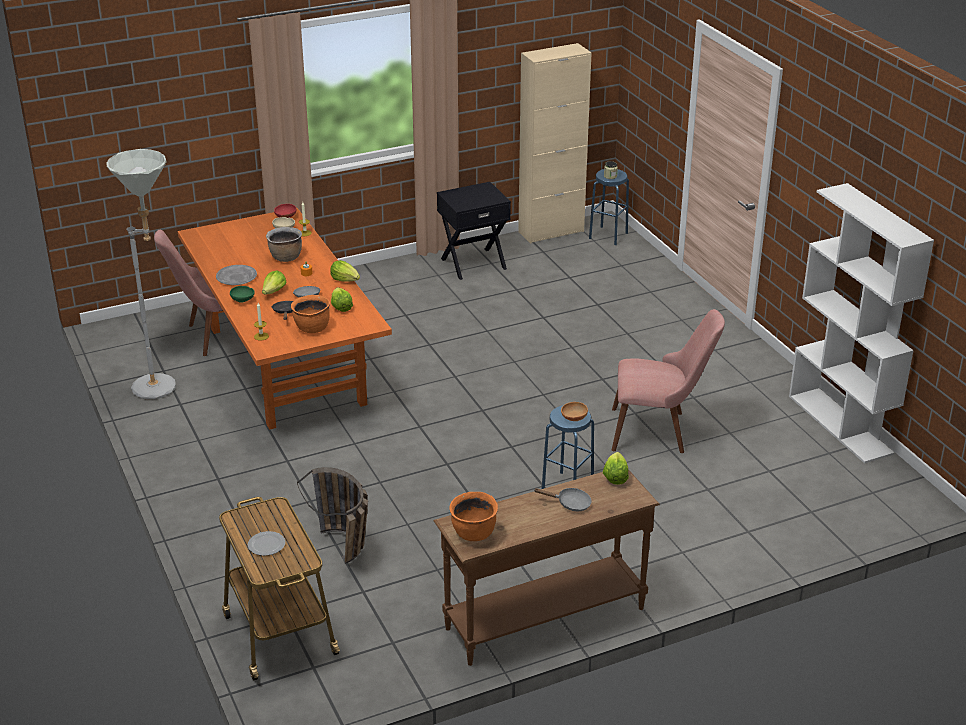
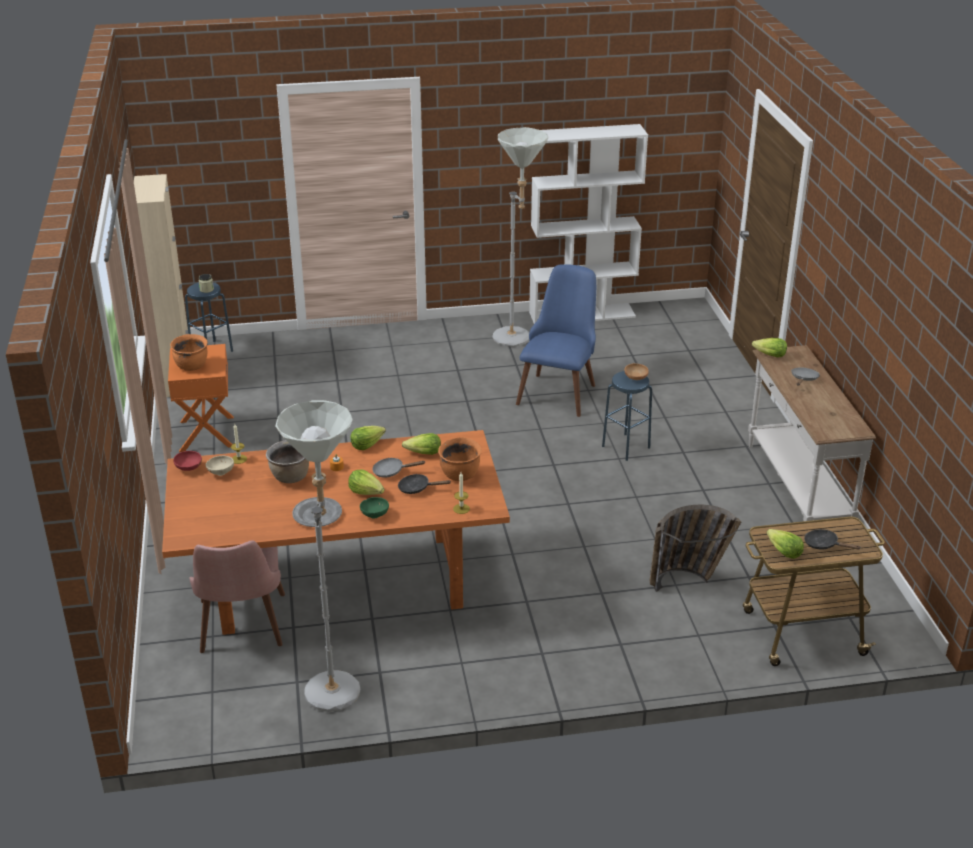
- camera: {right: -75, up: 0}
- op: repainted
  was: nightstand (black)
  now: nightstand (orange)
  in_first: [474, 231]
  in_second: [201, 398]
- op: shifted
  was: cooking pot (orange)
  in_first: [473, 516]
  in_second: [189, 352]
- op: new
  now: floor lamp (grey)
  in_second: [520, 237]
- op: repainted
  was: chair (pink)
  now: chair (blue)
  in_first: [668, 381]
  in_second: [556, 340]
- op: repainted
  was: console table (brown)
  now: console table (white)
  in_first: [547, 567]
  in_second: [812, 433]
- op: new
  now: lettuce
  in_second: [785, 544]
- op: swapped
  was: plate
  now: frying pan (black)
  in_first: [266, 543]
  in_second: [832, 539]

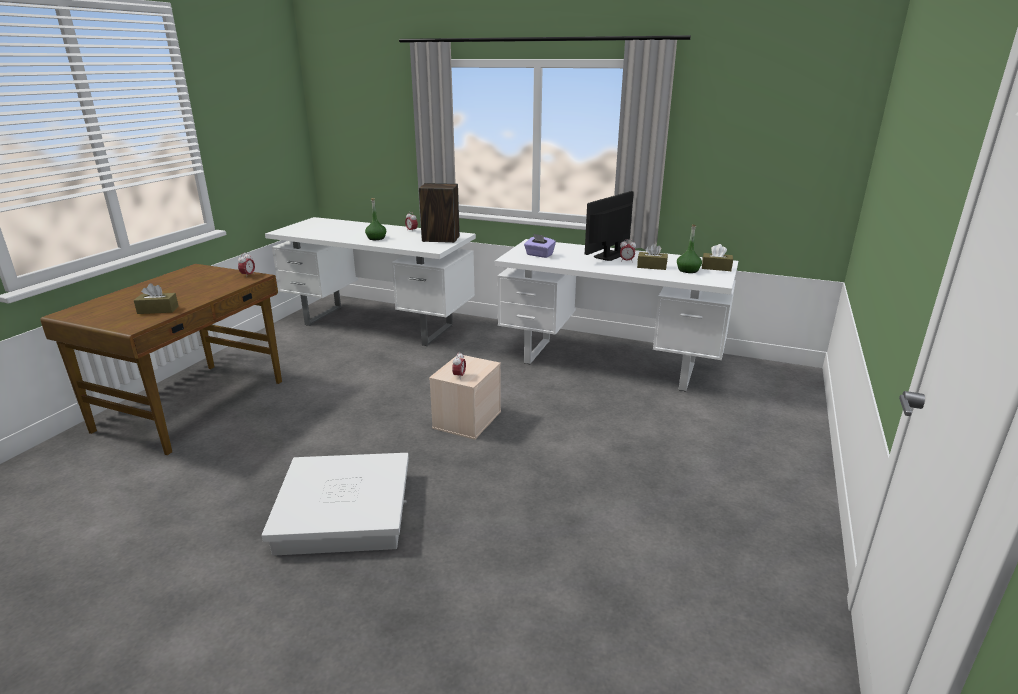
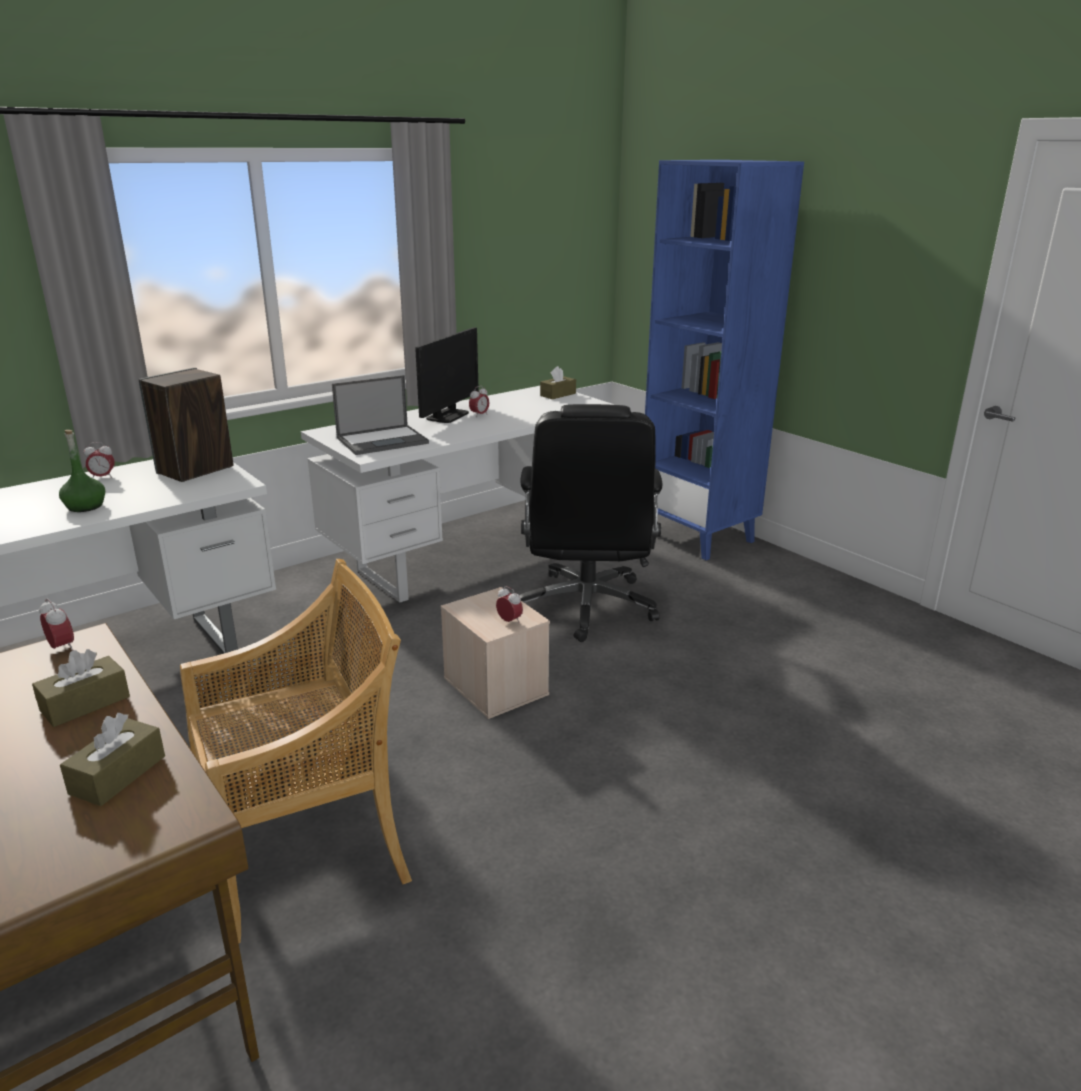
- camera: {right: -60, up: 0}
- op: shifted
  was: tissue box (brown)
  in_first: [652, 257]
  in_second: [81, 688]
- op: new
  now: chair (beige)
  in_second: [296, 751]
- op: swapped
  was: tissue box (purple)
  now: laptop
  in_first: [540, 246]
  in_second: [380, 415]
- op: rotated
  was: monitor
  in_first: [609, 226]
  in_second: [447, 375]
  clockwise: -135
- op: new
  now: office chair (black)
  in_second: [591, 523]
- op: new
  now: bookcase (blue)
  in_second: [724, 360]
- op: gone
  was: storage box (white)
  in_first: [335, 504]
- op: gone
  was: bottle (green)
  in_first: [689, 248]

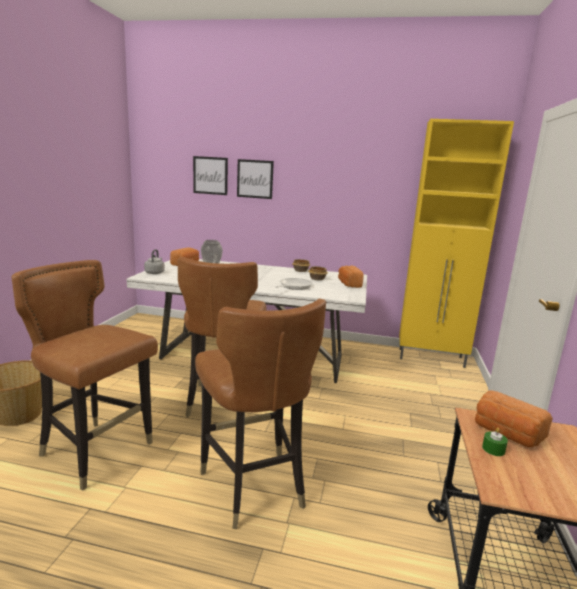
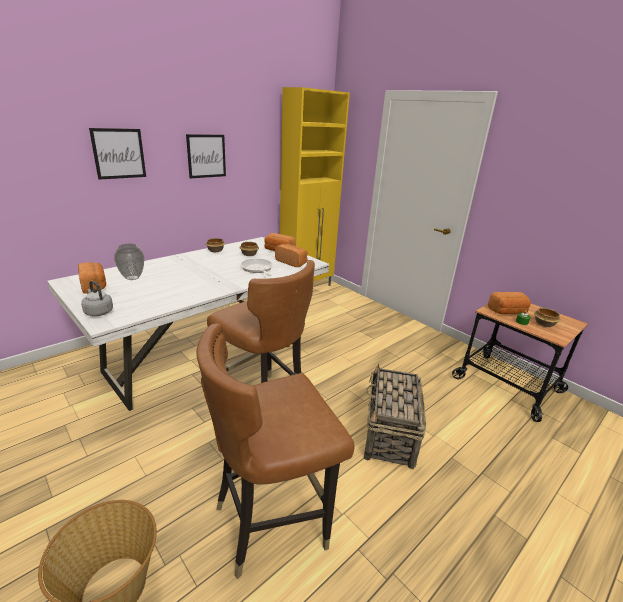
- camera: {right: -55, up: 10}
- op: shifted
  was: picture
  in_first: [210, 175]
  in_second: [206, 156]
- op: new
  now: bread
  in_second: [291, 255]
- op: swapped
  was: chair (brown)
  now: basket
  in_first: [260, 413]
  in_second: [395, 416]
- op: new
  now: bowl
  in_second: [547, 317]

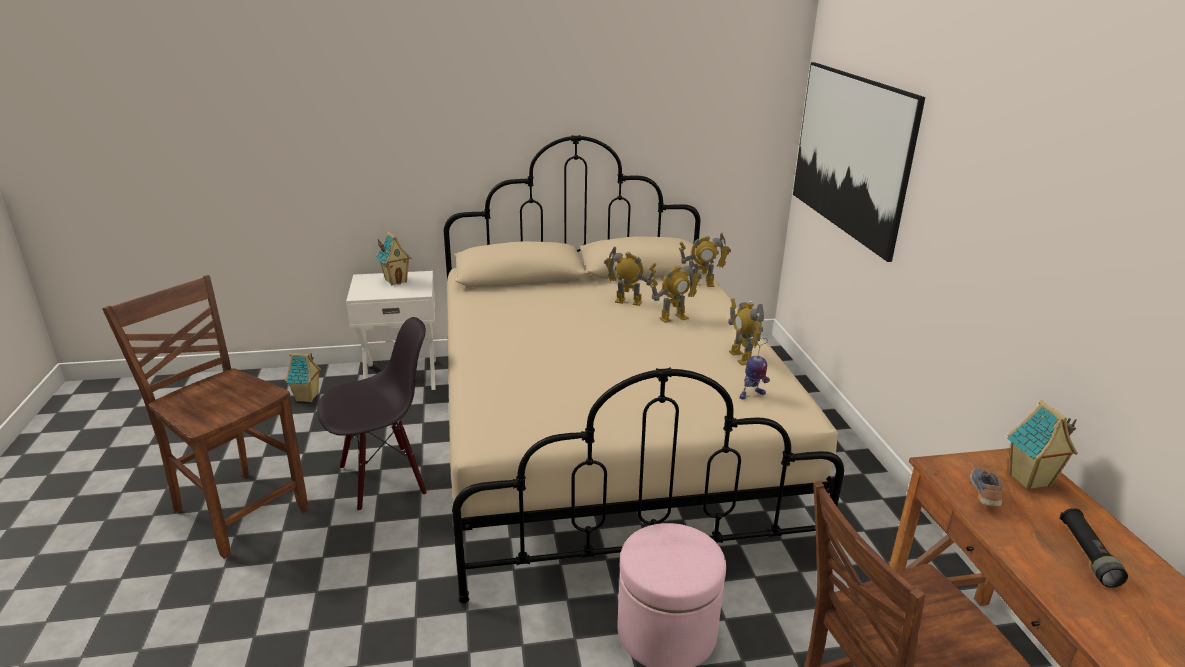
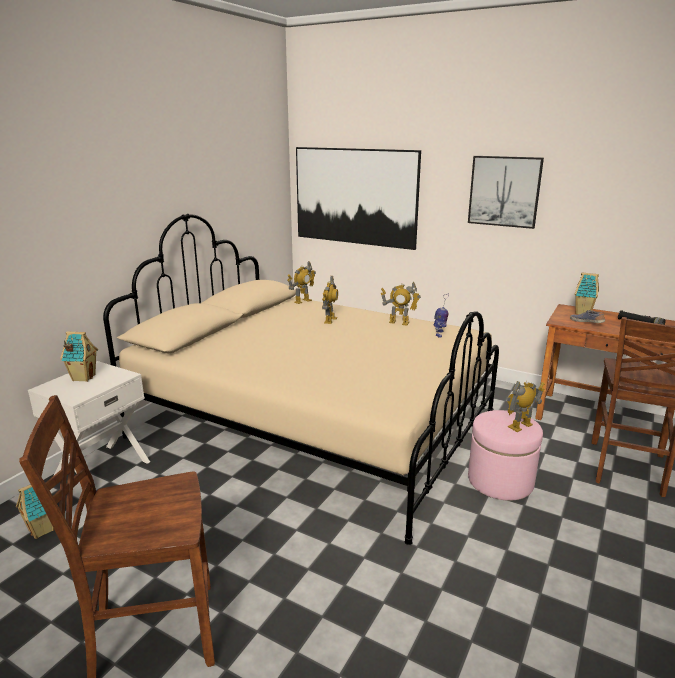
- camera: {right: -50, up: -5}
- op: new
  now: picture
  in_second: [506, 192]
- op: shifted
  was: toy robot
  in_first: [630, 276]
  in_second: [525, 406]
- op: gone
  was: chair (black)
  in_first: [372, 414]

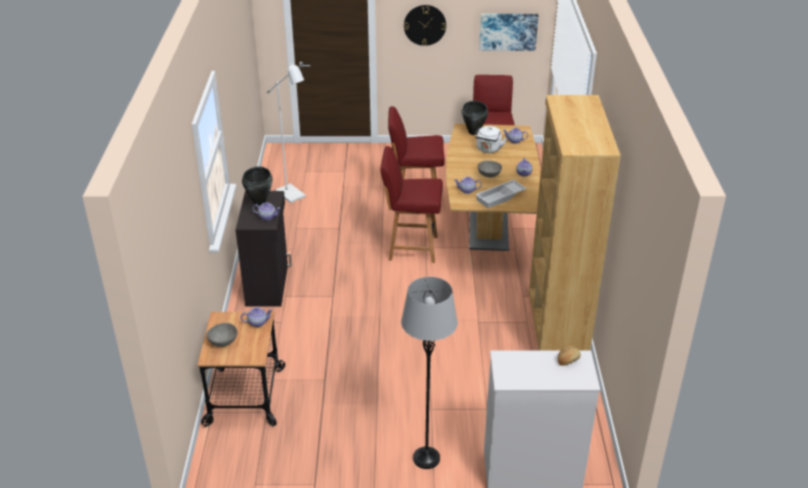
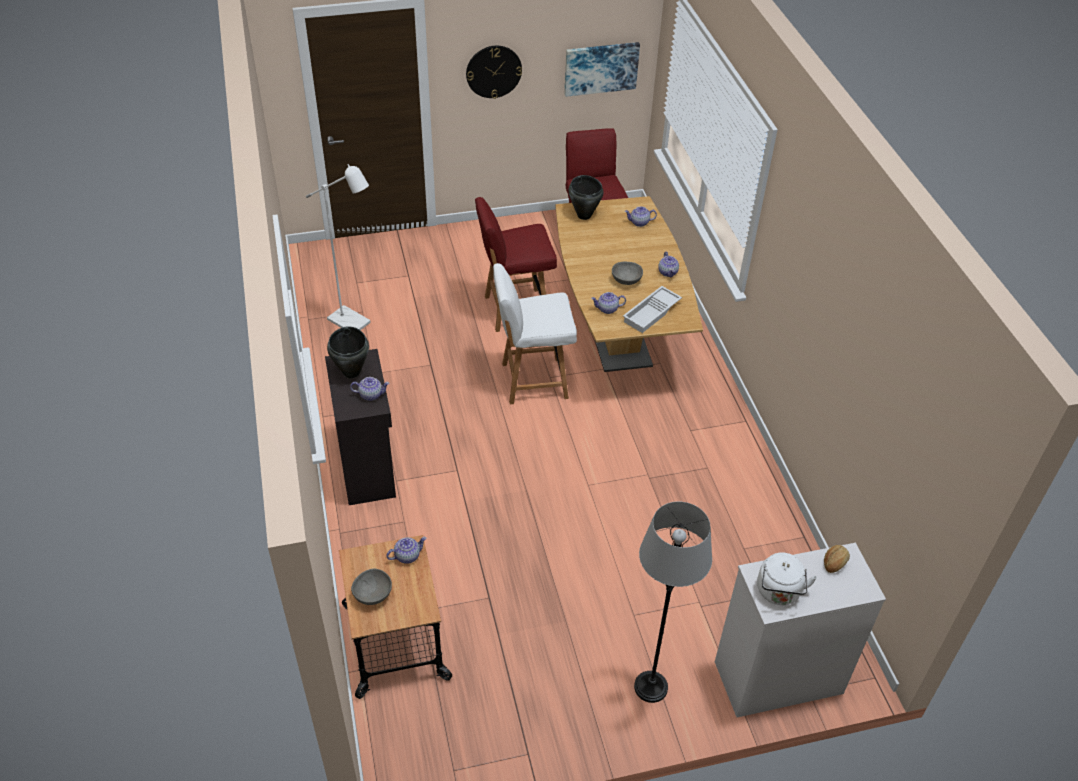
- camera: {right: -15, up: 10}
- op: repainted
  was: chair (red)
  now: chair (white)
  in_first: [411, 204]
  in_second: [535, 333]
- op: shifted
  was: kettle (white)
  in_first: [490, 139]
  in_second: [787, 578]
- op: gone
  was: bookcase (brown)
  in_first: [575, 222]

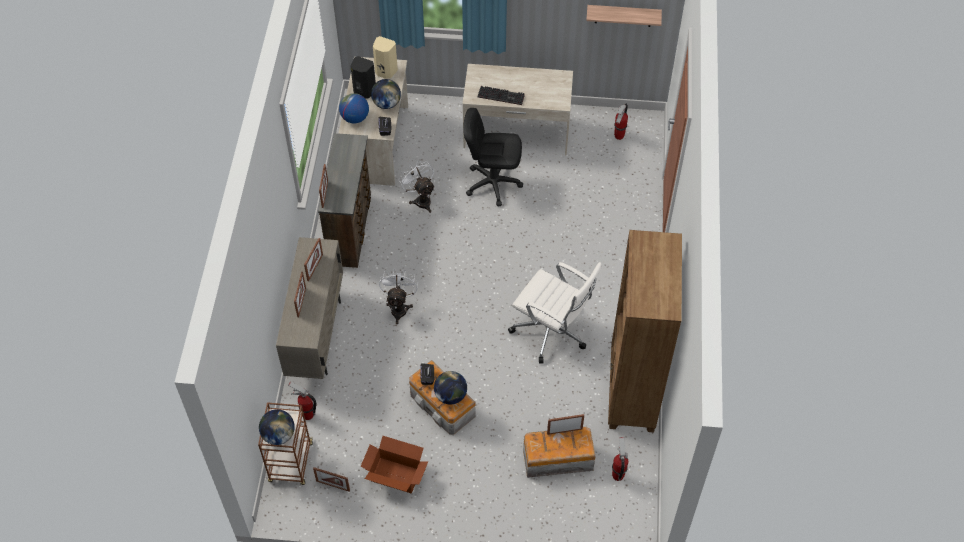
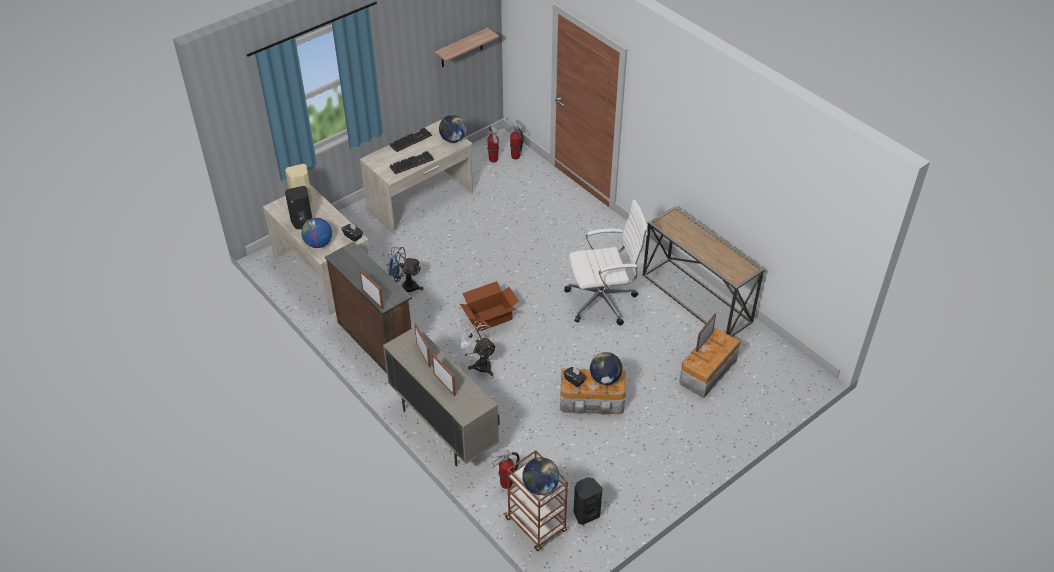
- camera: {right: -45, up: -10}
- op: repainted
  was: fan (white)
  now: fan (blue)
  in_first: [417, 186]
  in_second: [404, 269]
- op: new
  now: keyboard
  in_second: [411, 140]
- op: shifted
  was: globe
  in_first: [386, 94]
  in_second: [453, 129]
- op: shifted
  was: cardboard box
  in_first: [394, 464]
  in_second: [489, 306]
- op: shifted
  was: fire extinguisher
  in_first: [620, 459]
  in_second: [515, 138]
- op: swapped
  was: picture frame
  now: speaker (black)
  in_first: [331, 479]
  in_second: [588, 501]
- op: swapped
  was: bookcase (brown)
  now: console table
  in_first: [645, 331]
  in_second: [704, 271]
- op: gone
  was: office chair (black)
  in_first: [493, 157]

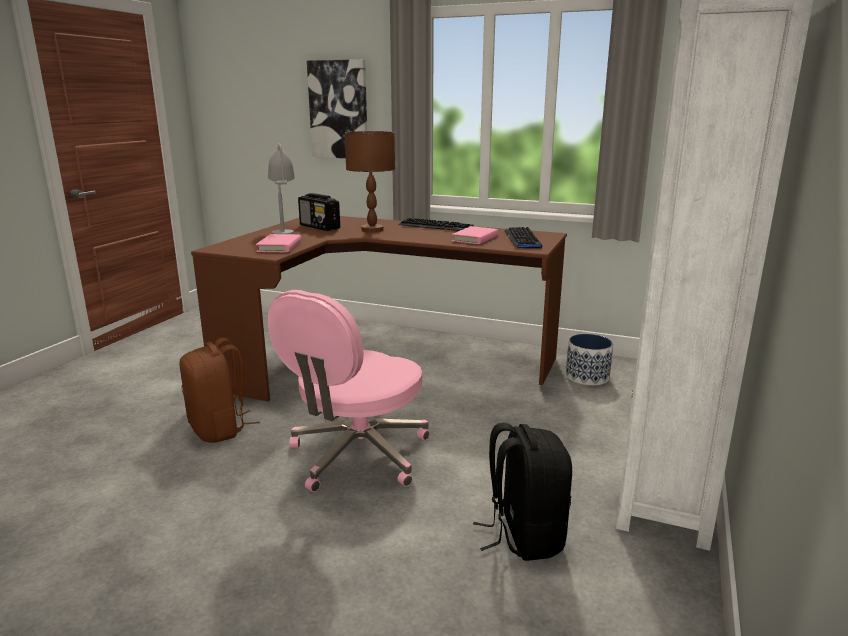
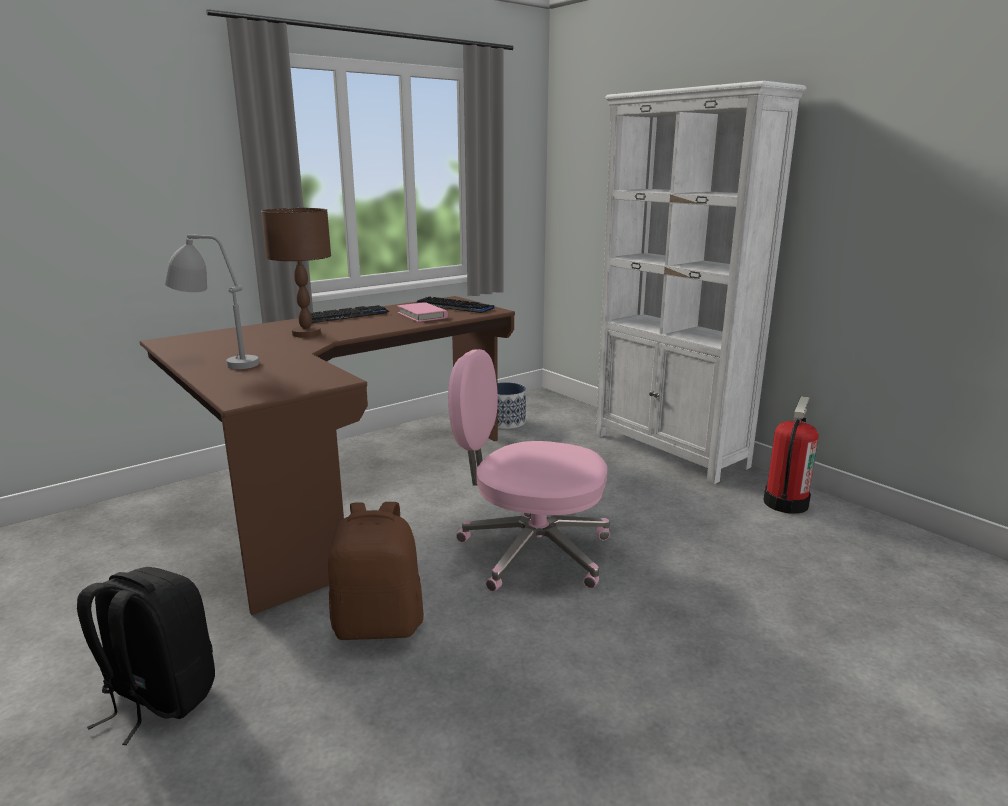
- camera: {right: -60, up: 0}
- op: shifted
  was: backpack (black)
  in_first: [522, 492]
  in_second: [146, 656]
- op: rotated
  was: office chair (pink)
  in_first: [349, 391]
  in_second: [529, 470]
  clockwise: 135
- op: new
  now: fire extinguisher
  in_second: [790, 455]
- op: gone
  was: book (pink)
  in_first: [279, 243]
- op: gone
  was: radio
  in_first: [319, 212]
- op: gone
  was: picture
  in_first: [337, 108]

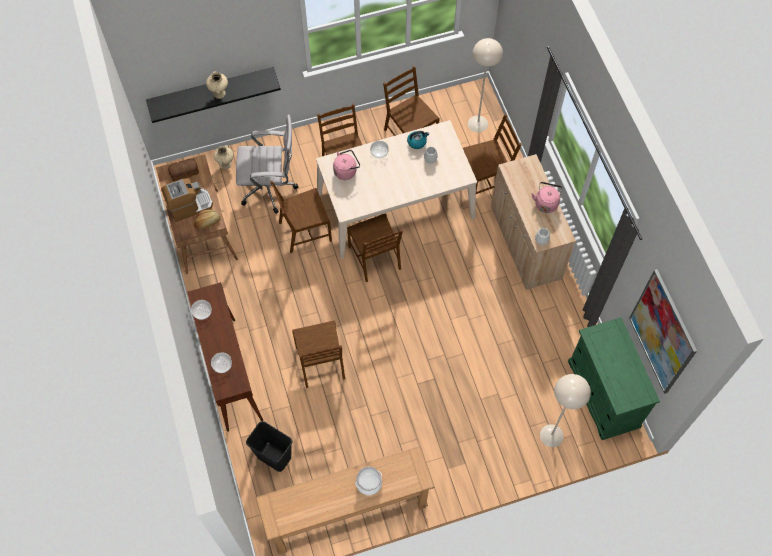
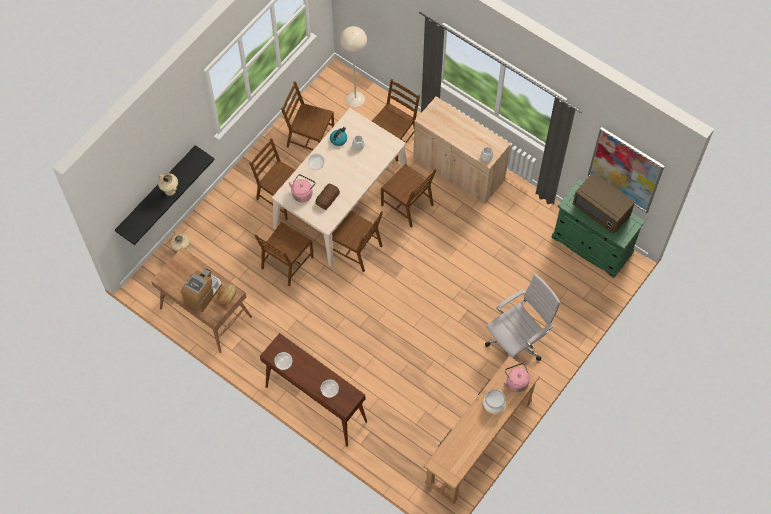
- camera: {right: -35, up: 0}
- op: shifted
  was: bread
  in_first: [183, 170]
  in_second: [327, 197]
- op: shifted
  was: chair (brown)
  in_first: [318, 354]
  in_second: [408, 196]
- op: shifted
  was: office chair (white)
  in_first: [267, 163]
  in_second: [522, 317]
- op: shifted
  was: kettle (pink)
  in_first: [546, 197]
  in_second: [517, 377]
- op: new
  now: microwave (brown)
  in_second: [604, 203]
- op: gone
  was: trash can (black)
  in_first: [269, 446]
- op: gone
  was: floor lamp (beige)
  in_first: [565, 410]

